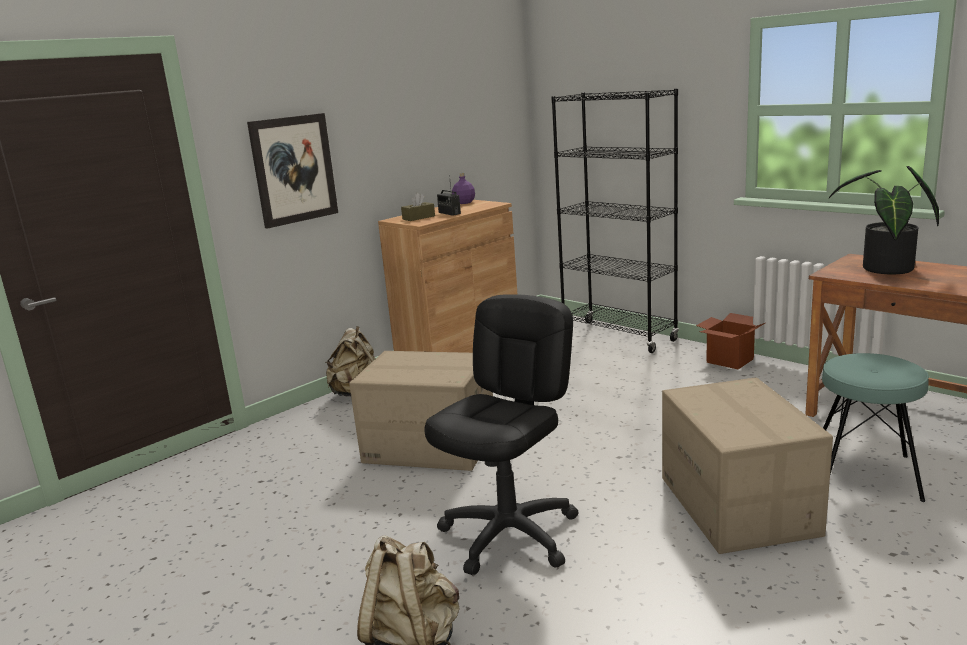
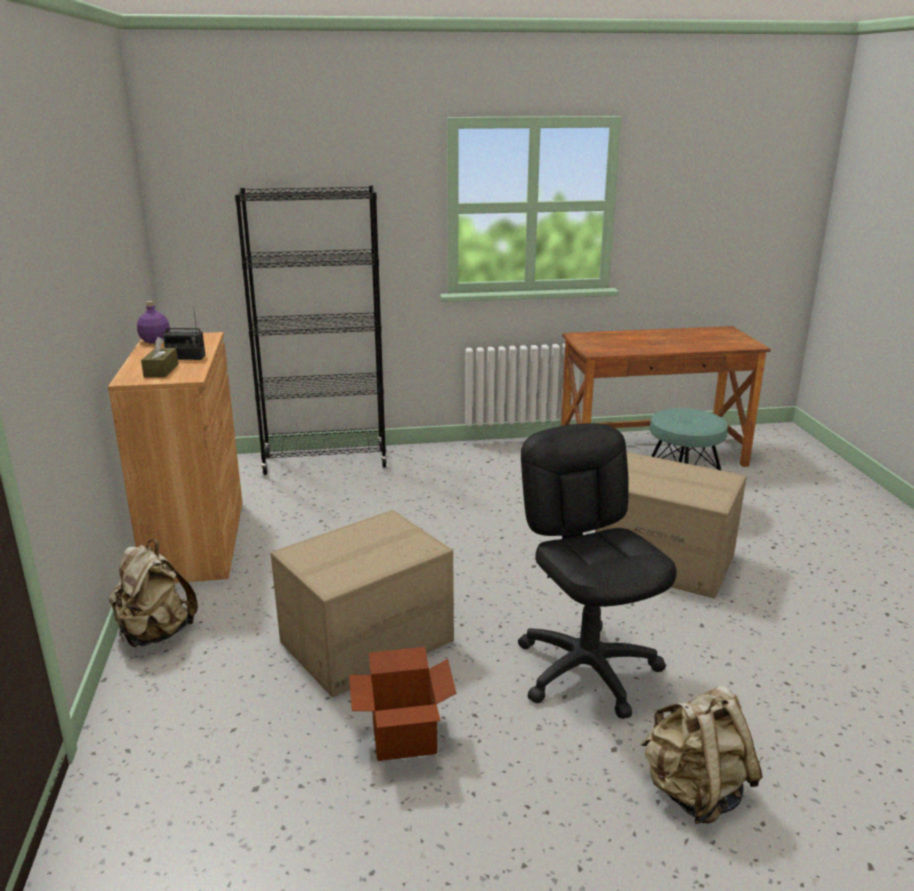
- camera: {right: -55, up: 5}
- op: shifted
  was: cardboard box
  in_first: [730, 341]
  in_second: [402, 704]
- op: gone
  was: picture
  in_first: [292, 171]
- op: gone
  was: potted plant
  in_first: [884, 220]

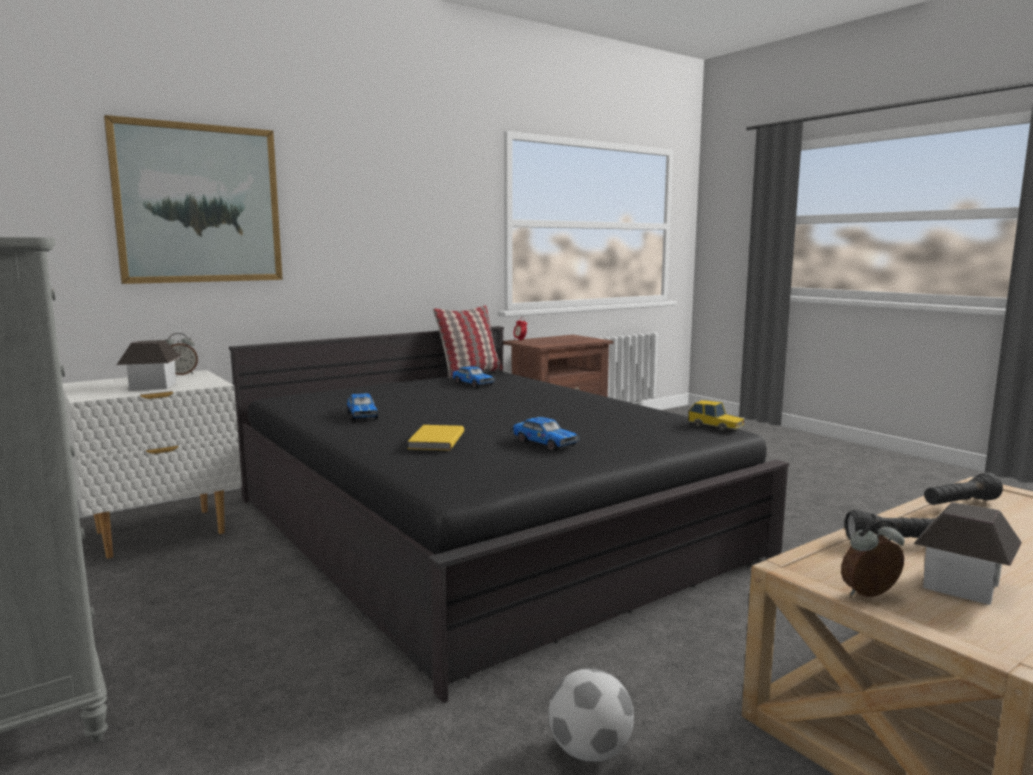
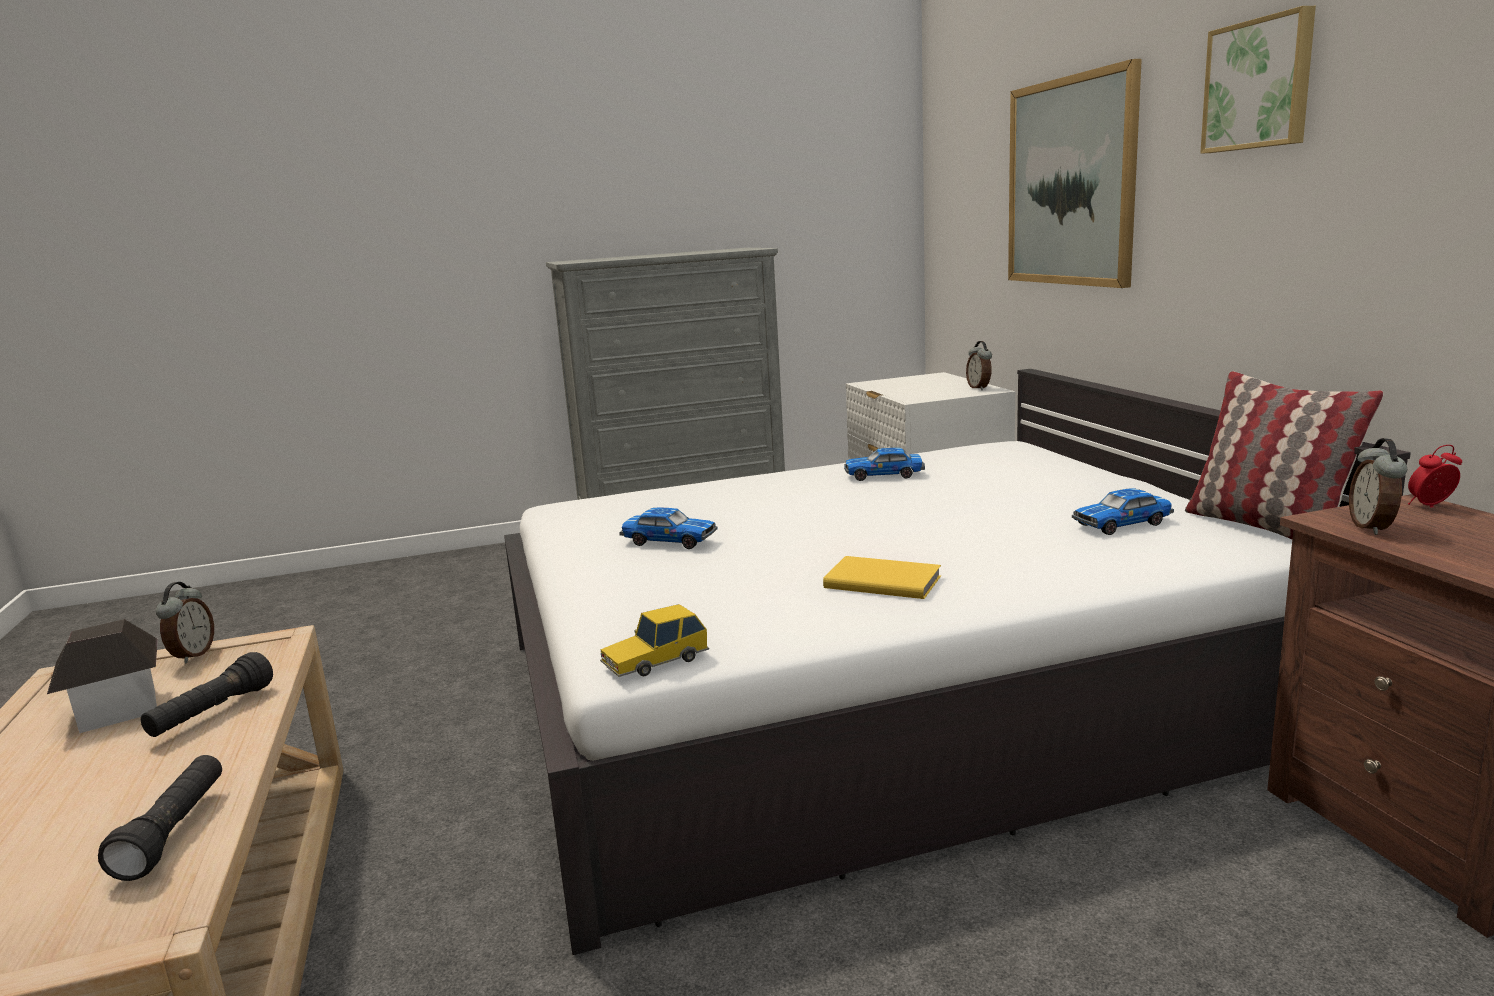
- camera: {right: 110, up: 5}
- op: repainted
  was: bed (black)
  now: bed (white)
  in_first: [509, 514]
  in_second: [957, 662]
- op: rotated
  was: toy car
  in_first: [545, 434]
  in_second: [668, 528]
  clockwise: -135
- op: shifted
  was: book (yellow)
  in_first: [435, 437]
  in_second: [882, 577]
- op: new
  now: picture
  in_second: [1258, 80]
- op: new
  now: alarm clock
  in_second: [1378, 486]
- op: gone
  was: toy house
  in_first: [149, 365]
- op: gone
  was: football
  in_first: [591, 715]

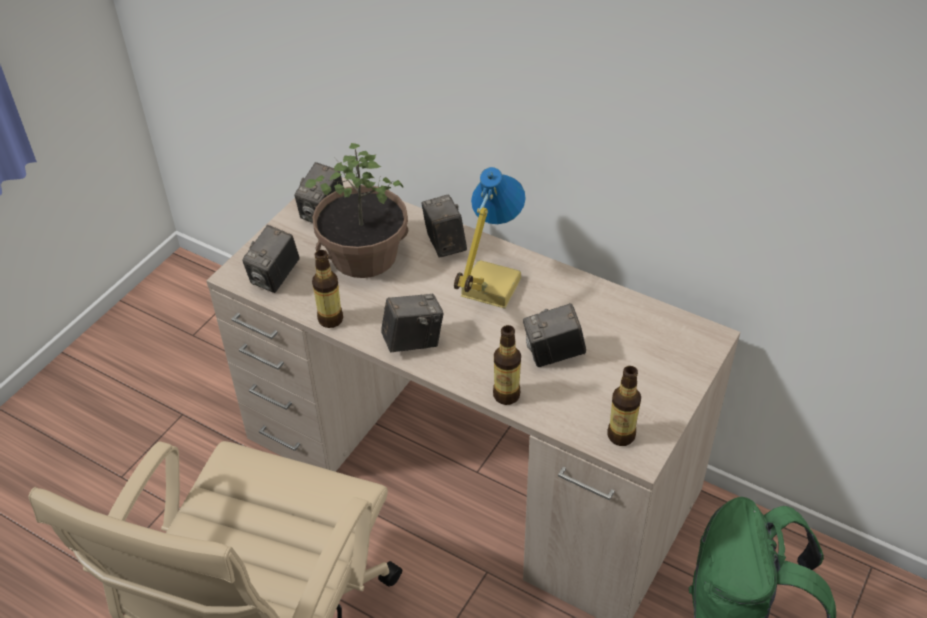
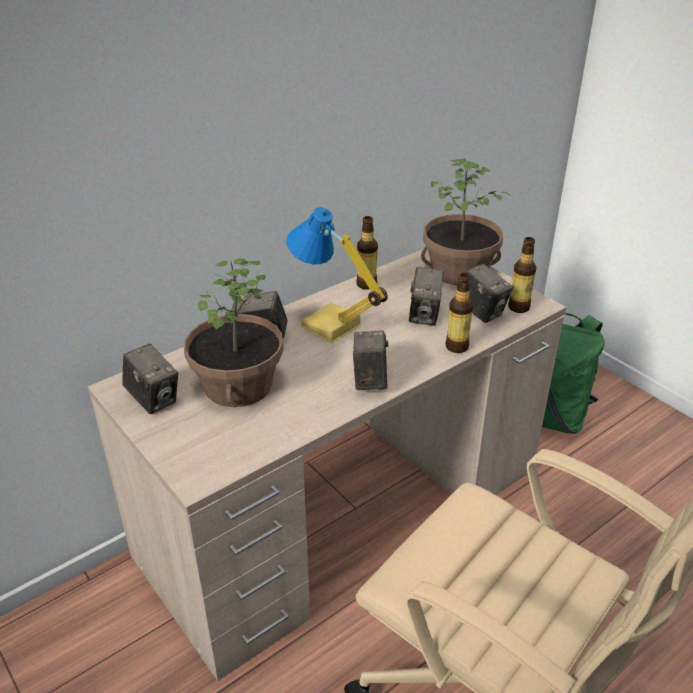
- camera: {right: -70, up: -10}
- op: shifted
  was: bottle
  in_first: [327, 289]
  in_second: [367, 253]
- op: new
  now: potted plant
  in_second: [465, 221]
- op: shifted
  was: photo camera
  in_first: [271, 259]
  in_second: [489, 293]

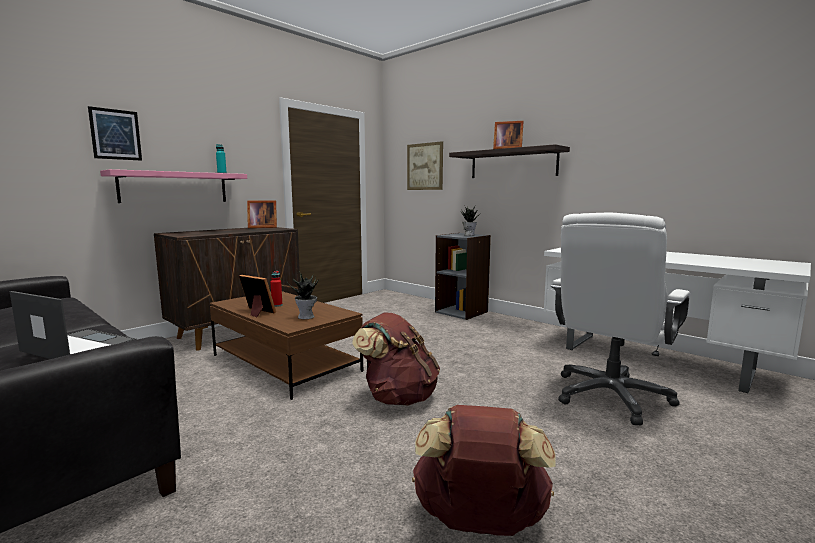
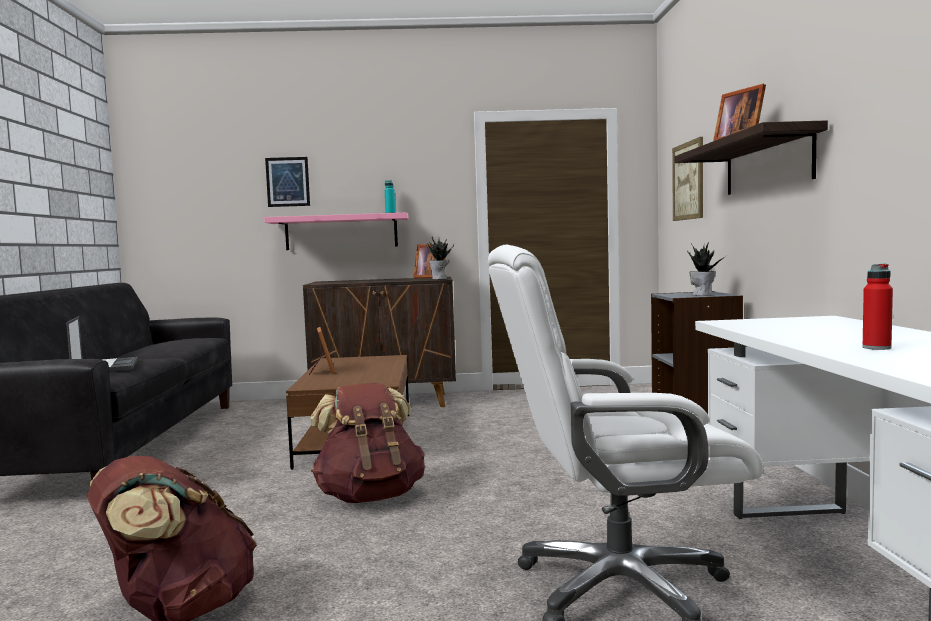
- camera: {right: 45, up: -5}
- op: shifted
  was: potted plant
  in_first: [303, 295]
  in_second: [440, 258]
- op: shifted
  was: bottle (red)
  in_first: [276, 289]
  in_second: [877, 307]

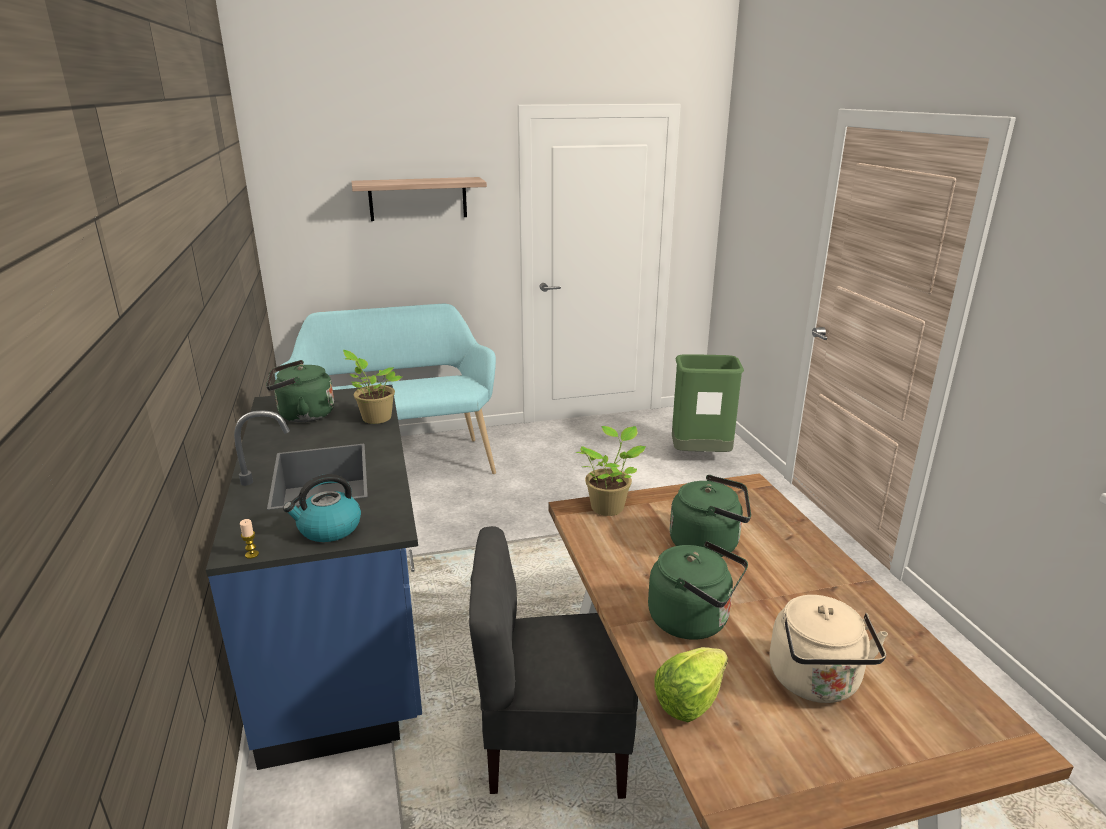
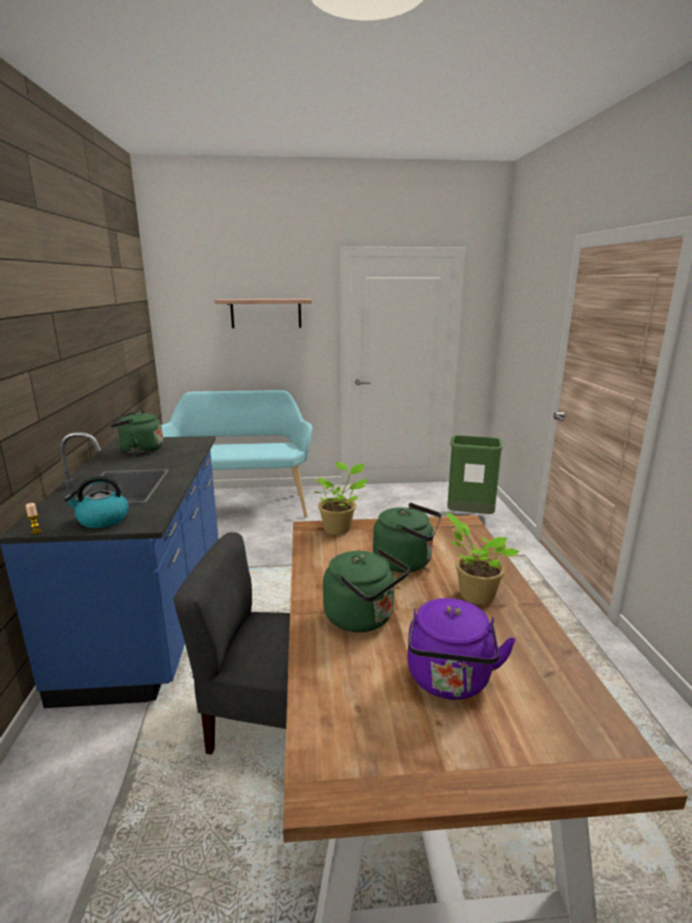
- camera: {right: 10, up: -5}
- op: repainted
  was: kettle (beige)
  now: kettle (purple)
  in_first: [828, 649]
  in_second: [461, 649]
- op: shifted
  was: potted plant
  in_first: [372, 387]
  in_second: [482, 558]
- op: gone
  was: lettuce
  in_first: [691, 684]

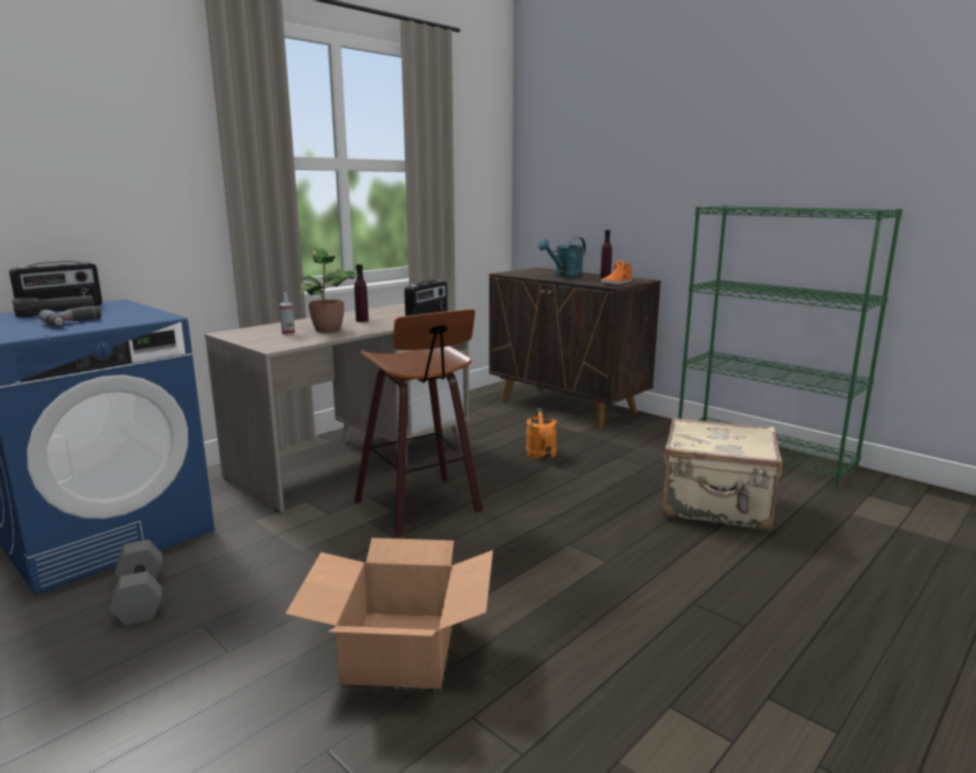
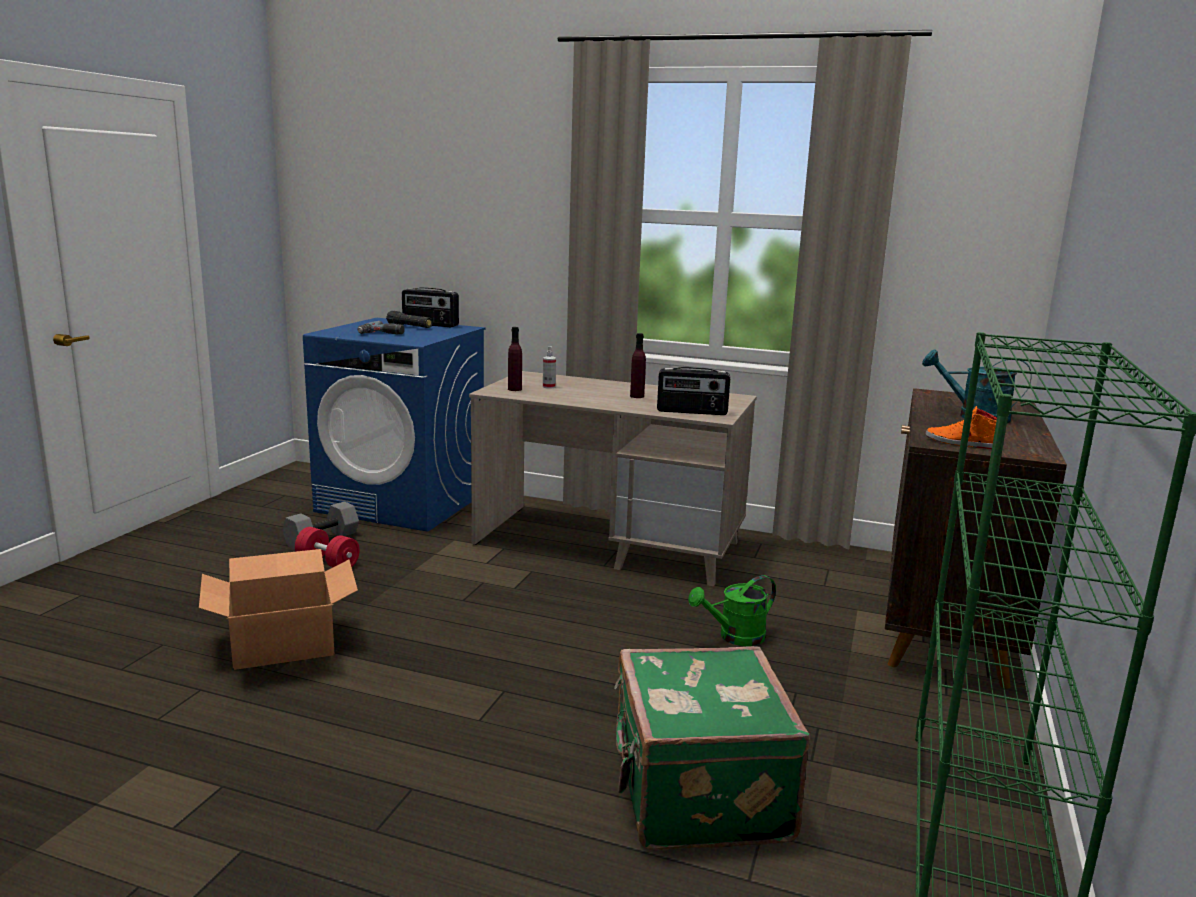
- camera: {right: 65, up: 0}
- op: new
  now: dumbbell (red)
  in_second: [327, 547]
- op: shifted
  was: bottle (purple)
  in_first: [606, 254]
  in_second: [515, 359]
- op: repainted
  was: suitcase (beige)
  now: suitcase (green)
  in_first: [722, 474]
  in_second: [712, 748]
- op: repainted
  was: watering can (orange)
  now: watering can (green)
  in_first: [541, 433]
  in_second: [732, 610]
- op: gone
  was: potted plant
  in_first: [328, 289]
- op: gone
  was: stool
  in_first: [418, 422]

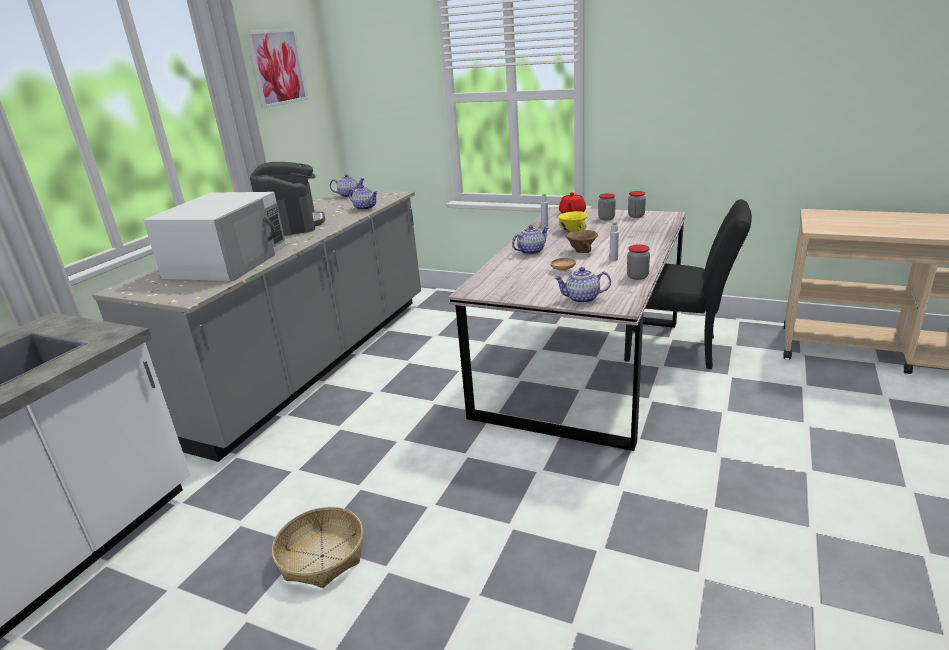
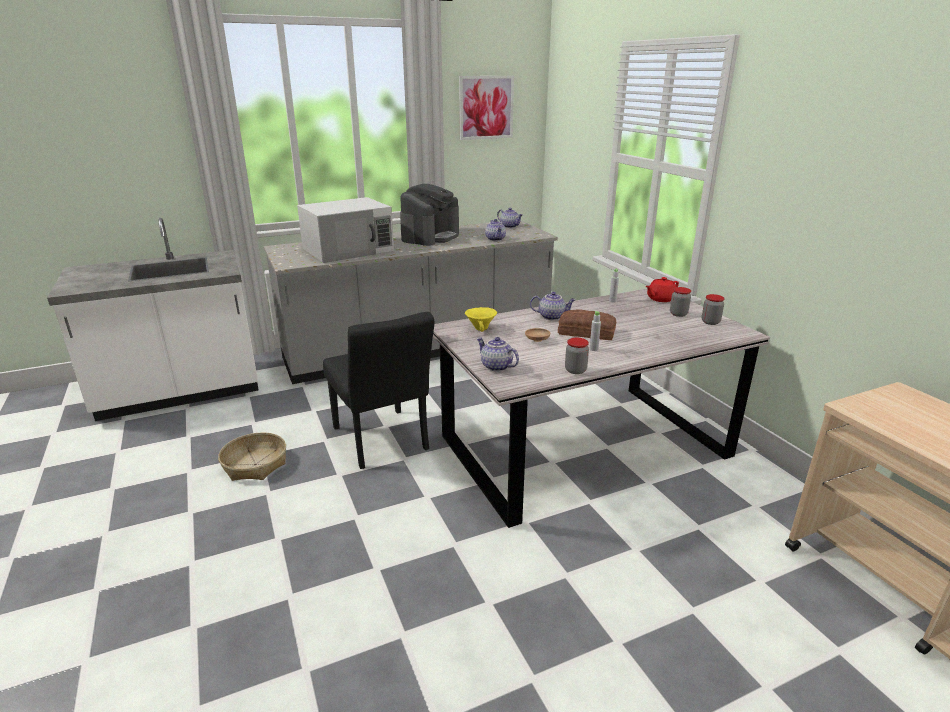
- camera: {right: 40, up: 0}
- op: shifted
  was: chair (black)
  in_first: [688, 284]
  in_second: [378, 390]
- op: shifted
  was: bowl (yellow)
  in_first: [573, 221]
  in_second: [481, 319]
- op: swapped
  was: bowl (brown)
  now: bread
  in_first: [581, 241]
  in_second: [587, 325]

